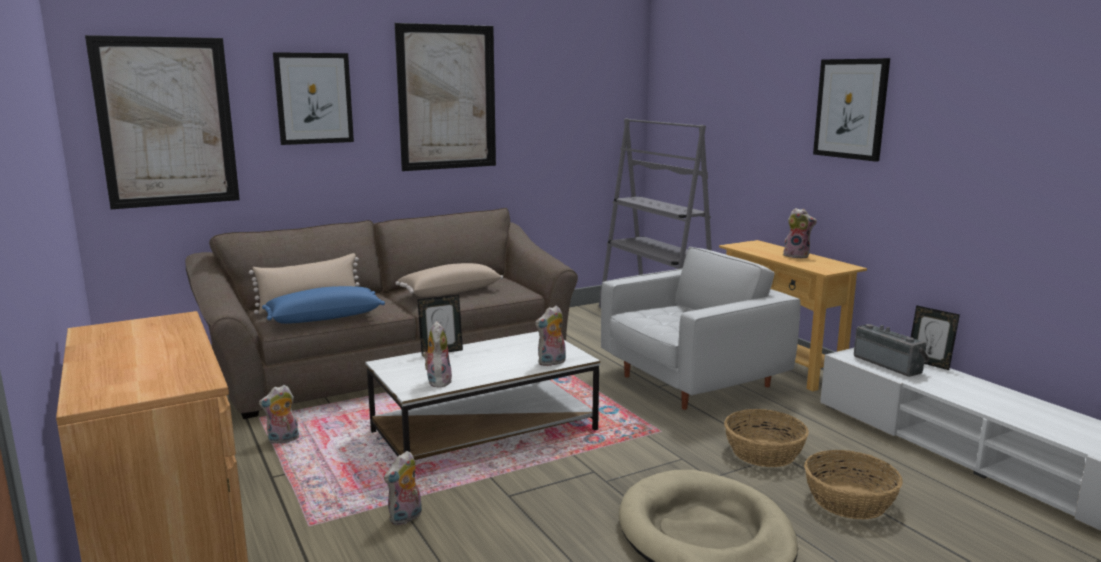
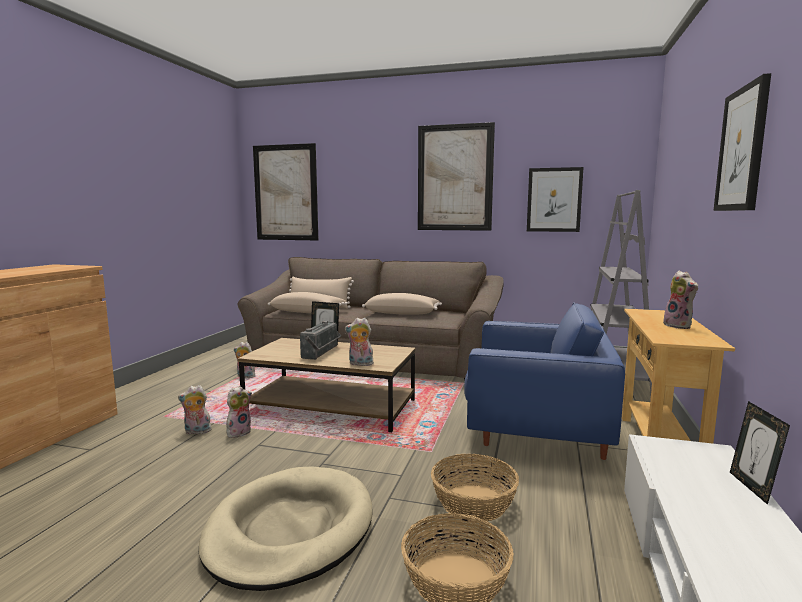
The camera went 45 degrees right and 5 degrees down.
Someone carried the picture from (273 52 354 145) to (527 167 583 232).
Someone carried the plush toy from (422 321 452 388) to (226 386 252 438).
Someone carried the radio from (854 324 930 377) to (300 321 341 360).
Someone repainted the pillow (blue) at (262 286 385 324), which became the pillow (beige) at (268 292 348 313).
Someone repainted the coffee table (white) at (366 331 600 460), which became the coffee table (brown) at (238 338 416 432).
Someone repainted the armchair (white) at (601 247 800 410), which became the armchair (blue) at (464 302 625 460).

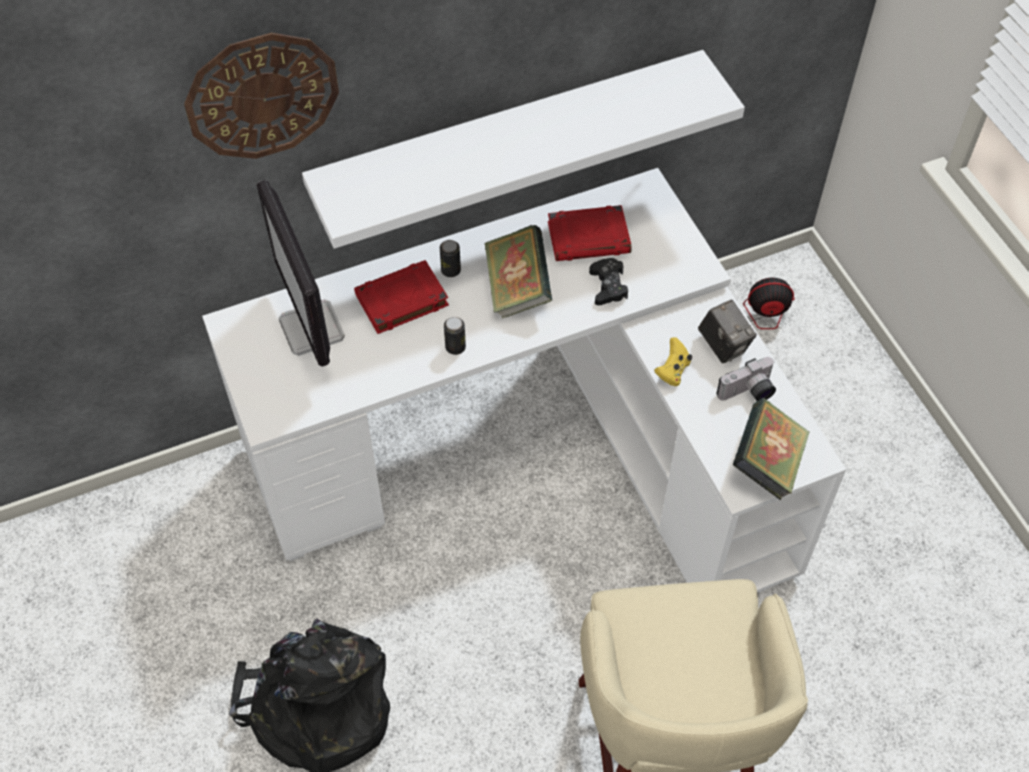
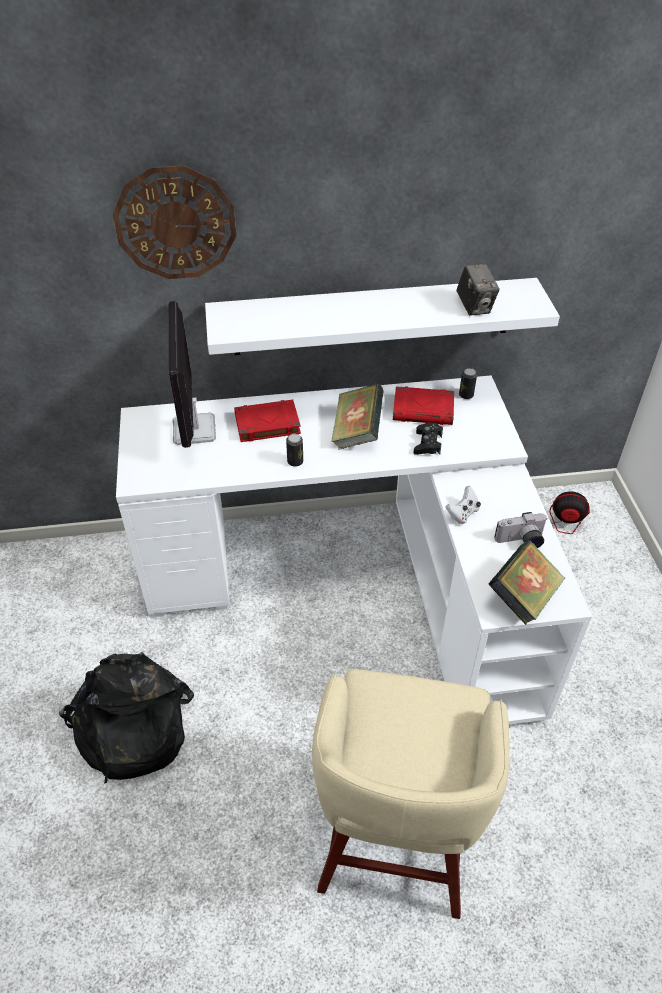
The camera went 15 degrees right and 10 degrees down.
Someone carried the can from (440 240 461 277) to (459 368 477 399).
Someone carried the photo camera from (698 299 757 363) to (456 264 500 316).
Someone repainted the game controller (yellow) at (654 337 692 386), which became the game controller (white) at (446 486 481 524).

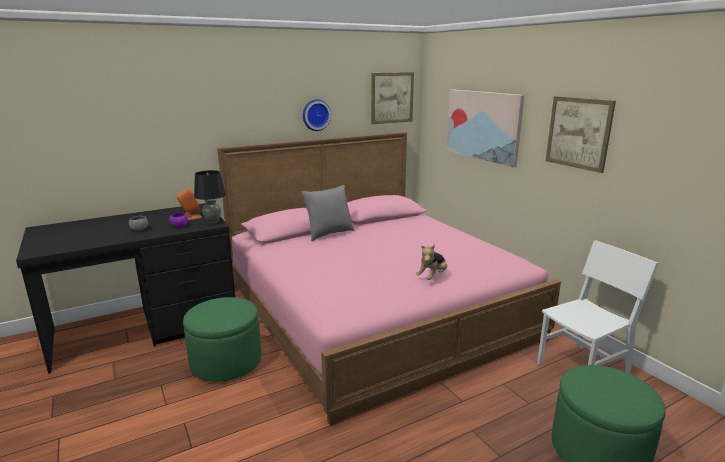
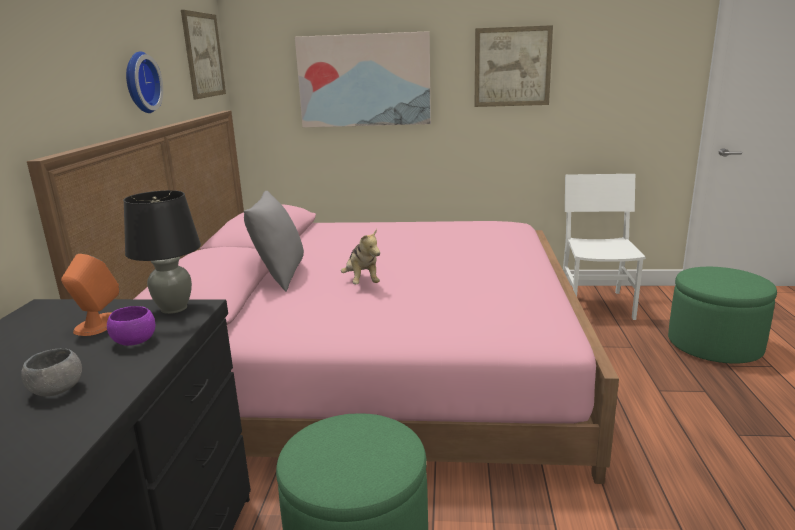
The camera went 55 degrees left and 0 degrees up.
Someone carried the plush toy from (416 245 447 280) to (341 229 380 284).

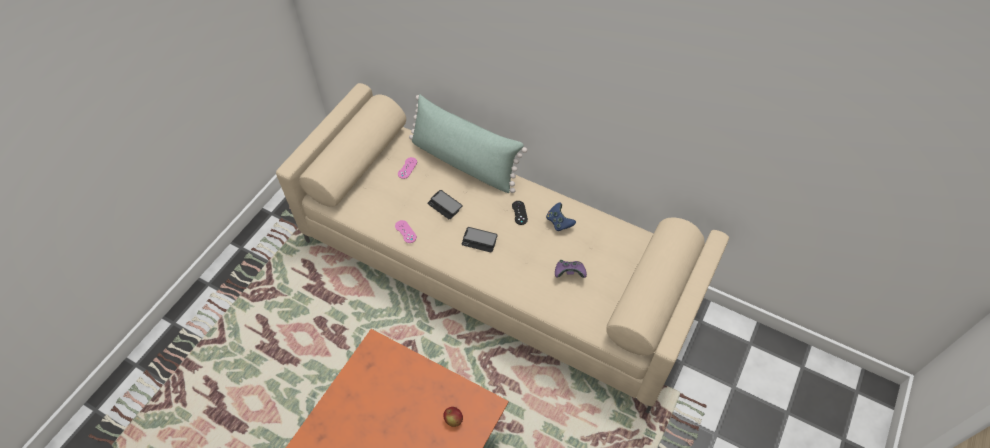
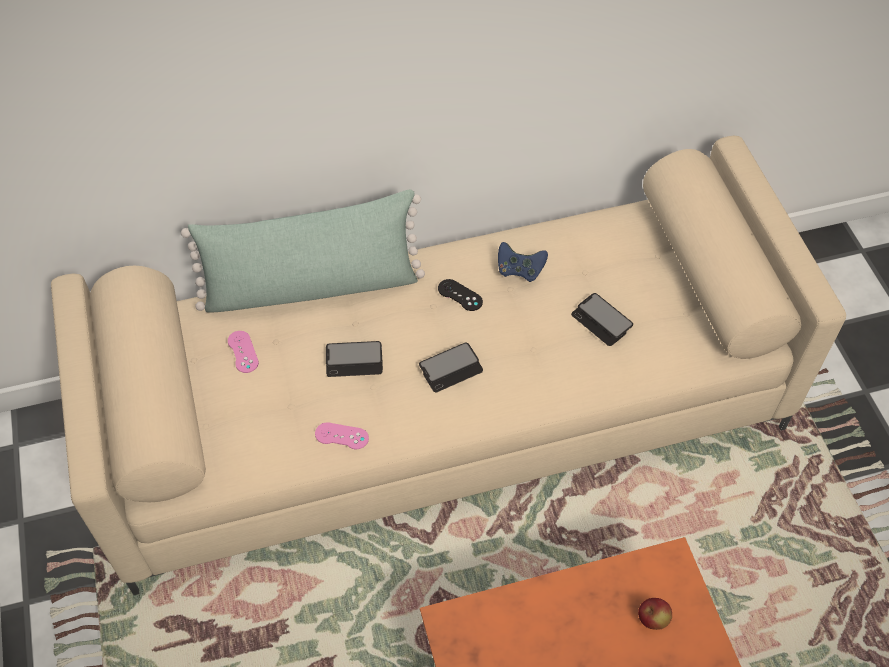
The camera went 45 degrees left and 0 degrees up.
Someone swapped the game controller (purple) at (555 260 587 278) for the phone at (571 293 633 346).

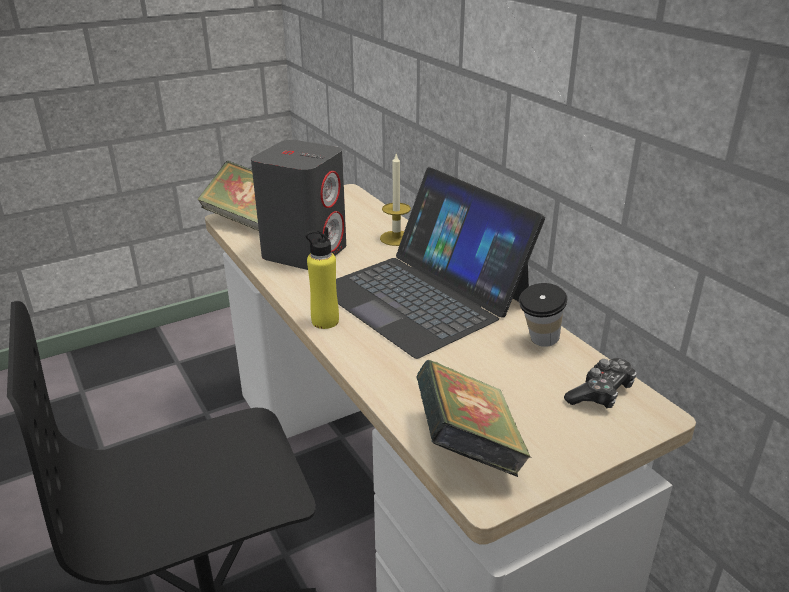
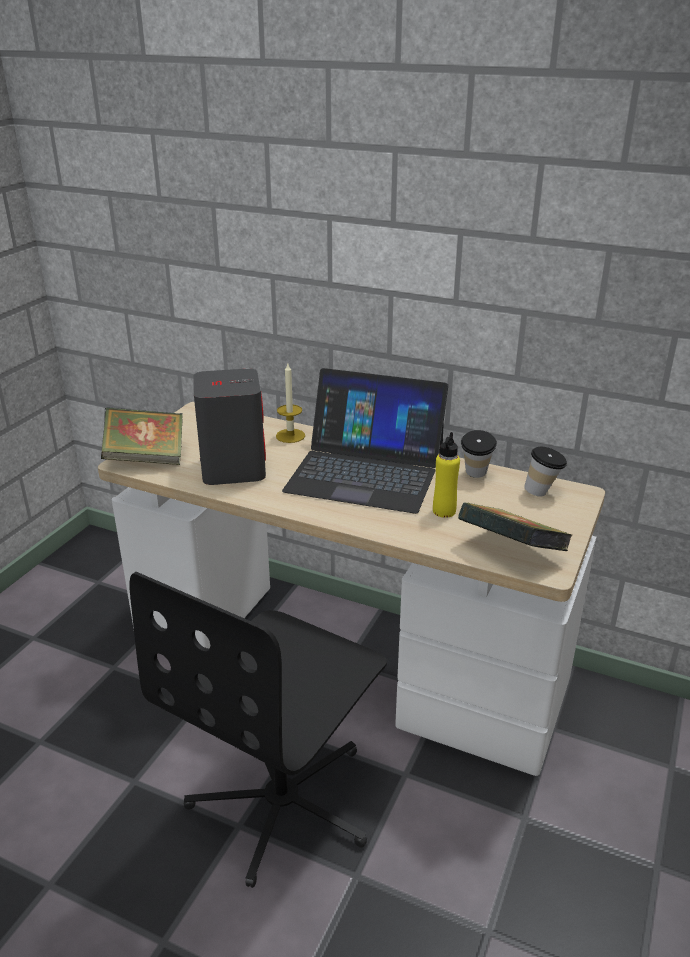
The camera went 35 degrees left and 0 degrees up.
Someone carried the bottle (yellow) from (305 227 339 329) to (433 432 460 518).
Someone swapped the game controller at (564 358 637 408) for the cup at (524 447 567 496).

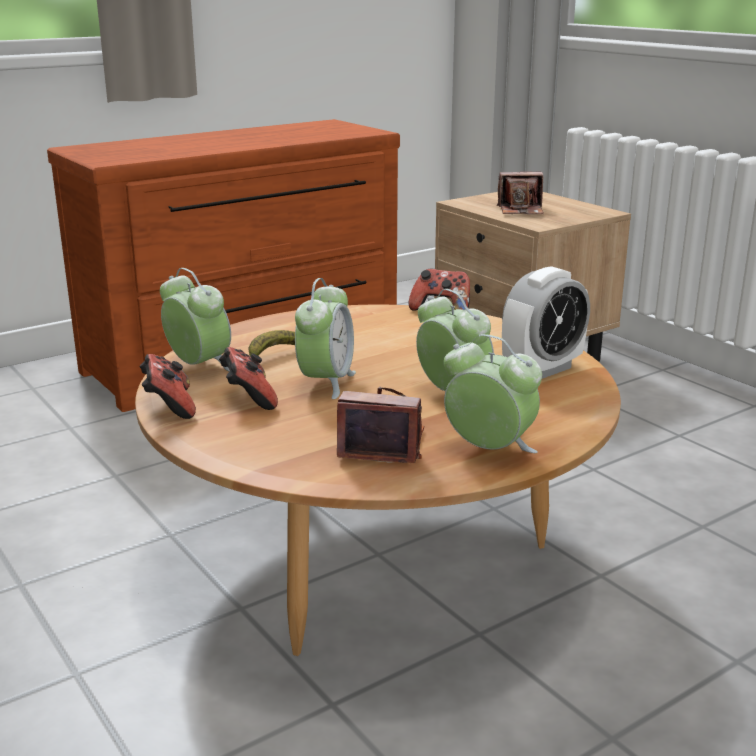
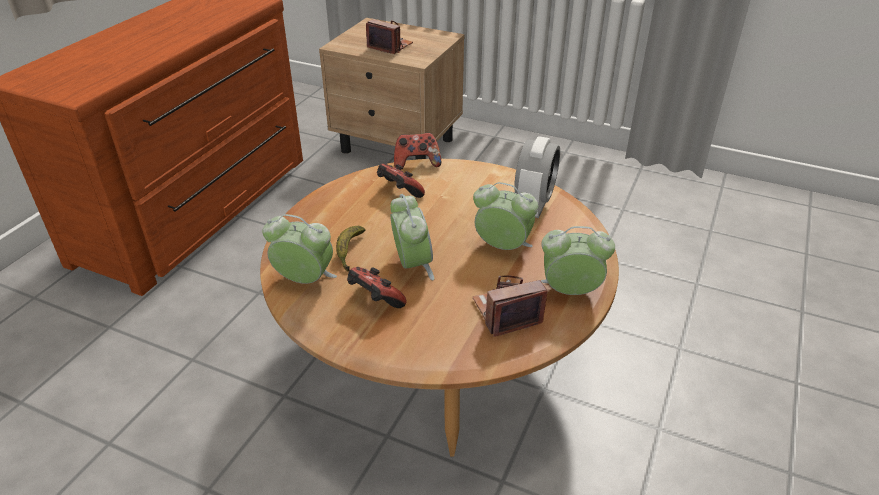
The camera went 30 degrees left and 15 degrees up.
Someone carried the game controller from (140 354 196 419) to (377 163 425 198).
Someone rotated the photo camera at (496 172 544 214) by 120 degrees counterclockwise.

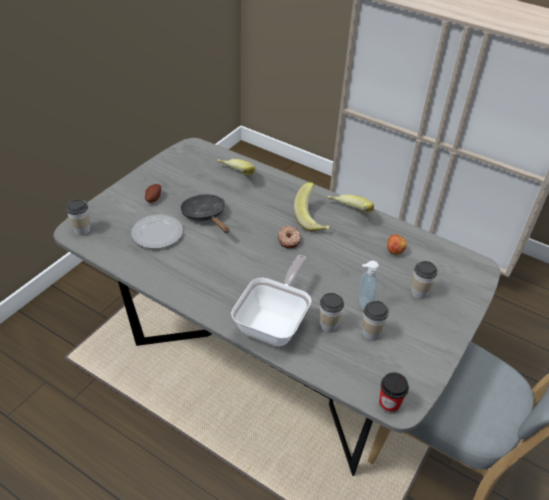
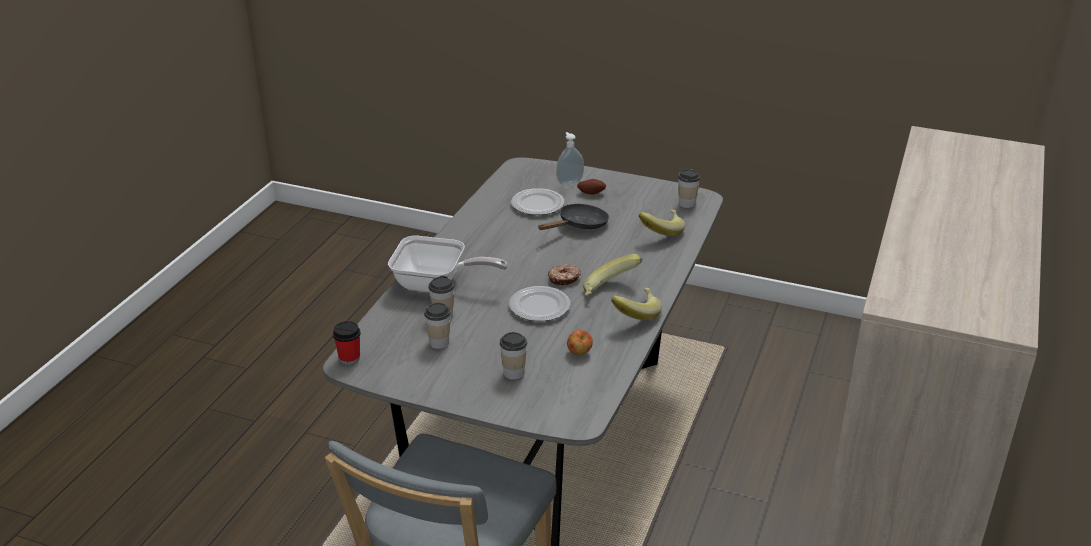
The camera went 80 degrees right and 10 degrees down.
Someone put down the plate at (509 286 570 321).
Someone carried the cup from (66 199 90 236) to (678 169 700 208).
Someone carried the soap dispenser from (359 261 379 311) to (556 132 584 186).

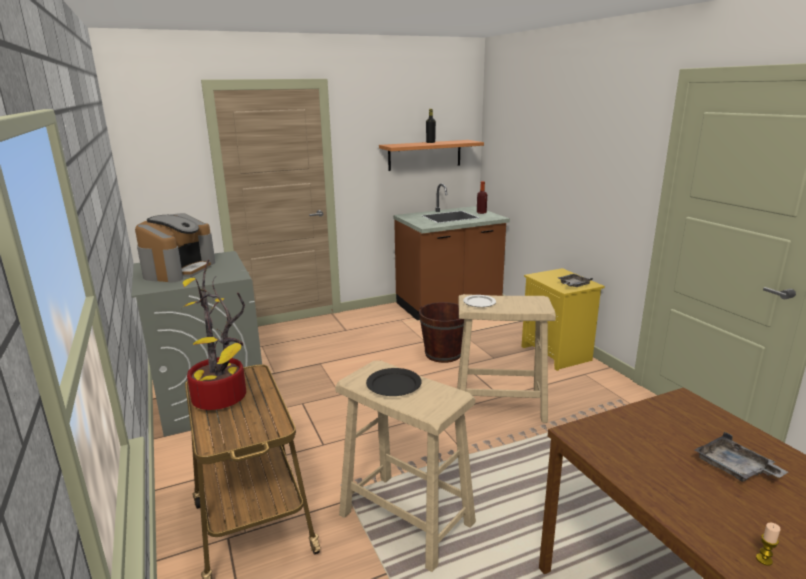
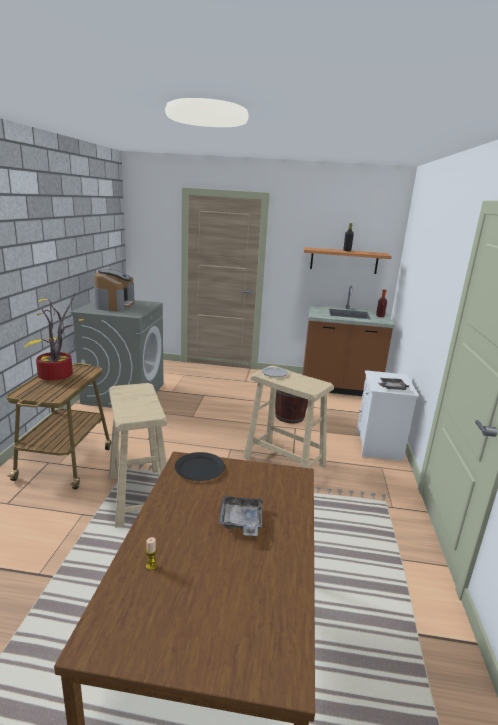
The camera went 30 degrees right and 0 degrees up.
Someone carried the plate (black) from (366 368 422 396) to (175 452 225 481).
Someone repainted the nightstand (yellow) at (522 268 605 371), which became the nightstand (white) at (357 370 419 461).
Someone rotated the coffee machine at (135 213 215 283) by 45 degrees counterclockwise.

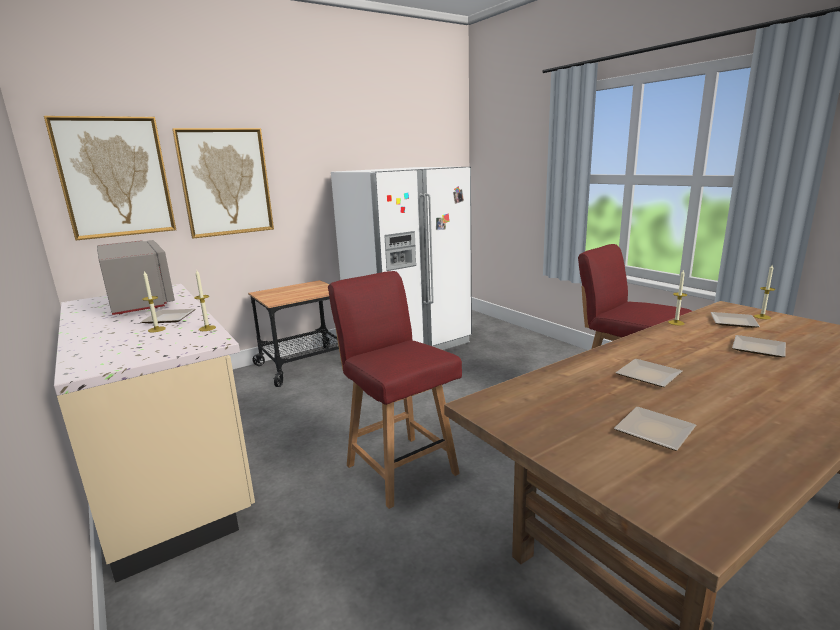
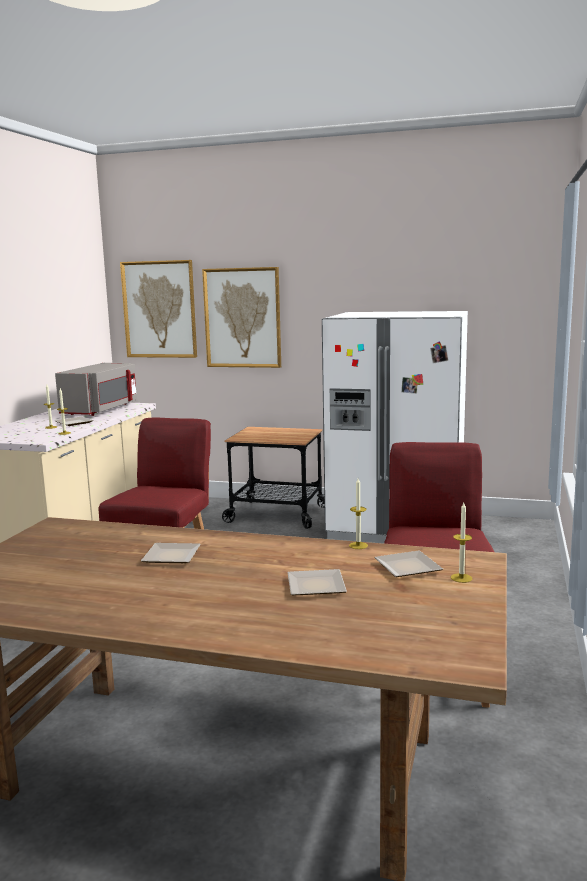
The camera went 50 degrees right and 5 degrees down.
Someone took away the plate at (614 407 696 451).

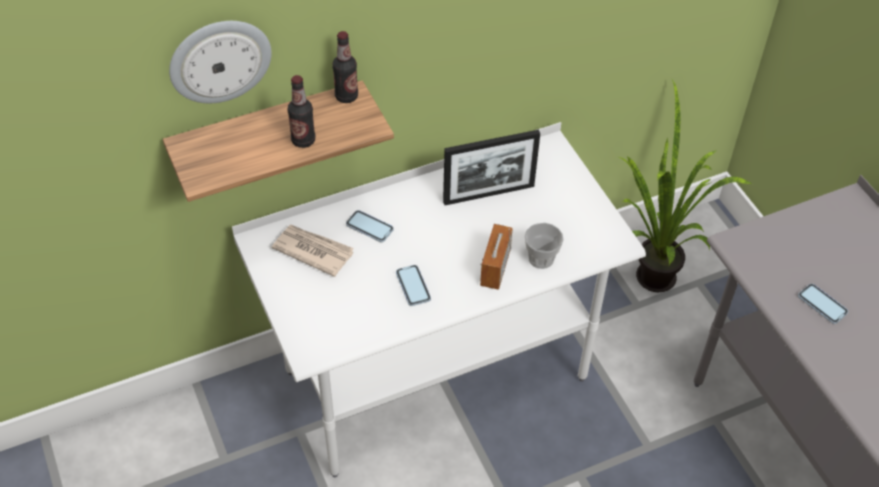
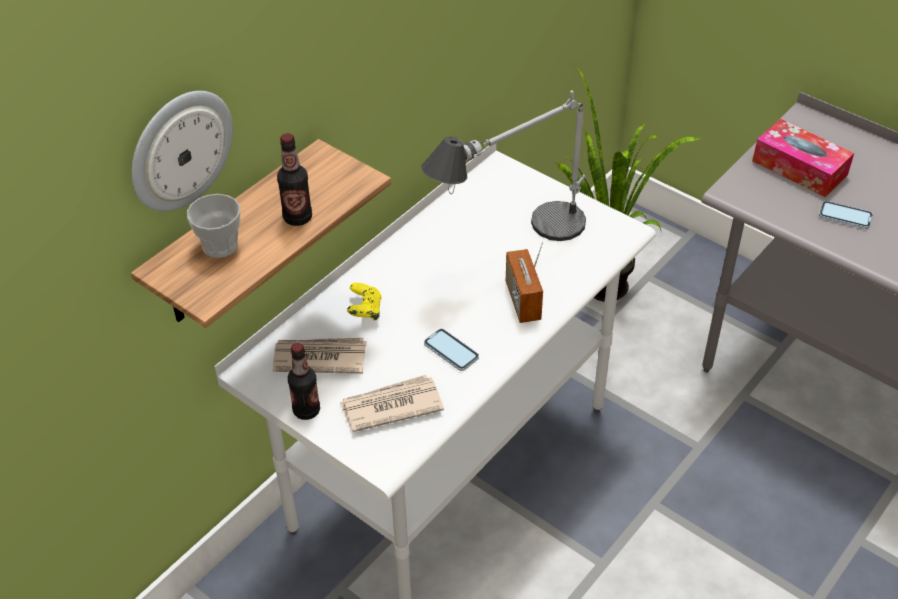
The camera went 25 degrees left and 5 degrees down.
Someone took away the picture frame at (443 130 540 205).
Someone put down the newspaper at (340 375 444 432).
Someone put down the table lamp at (421 91 586 241).
Someone put down the tissue box at (752 119 854 197).
Someone carried the bottle from (332 31 358 103) to (288 343 320 420).
Someone carried the cup from (525 223 564 269) to (187 194 240 258).
Someone swapped the phone at (346 210 394 242) for the game controller (yellow) at (347 283 382 321).

